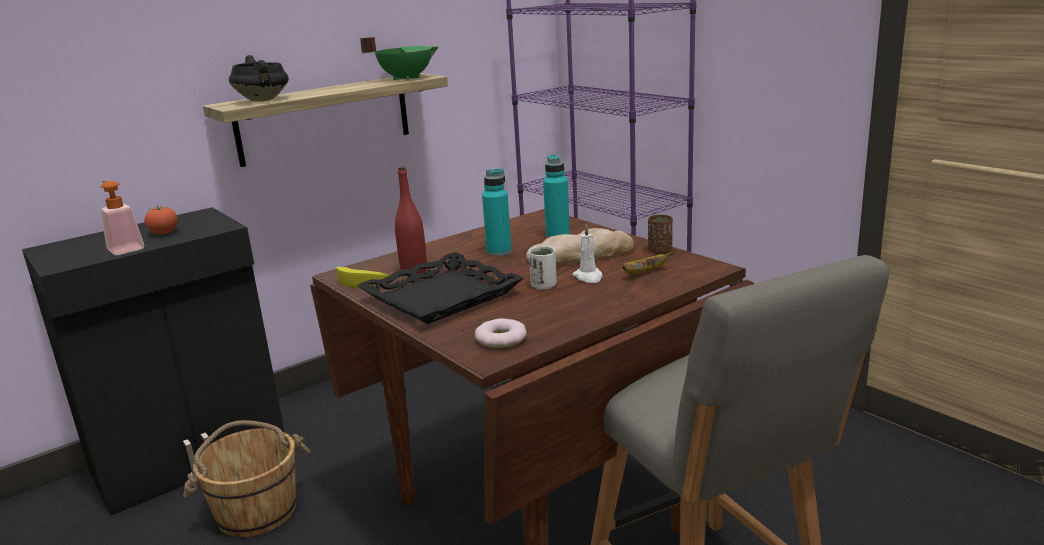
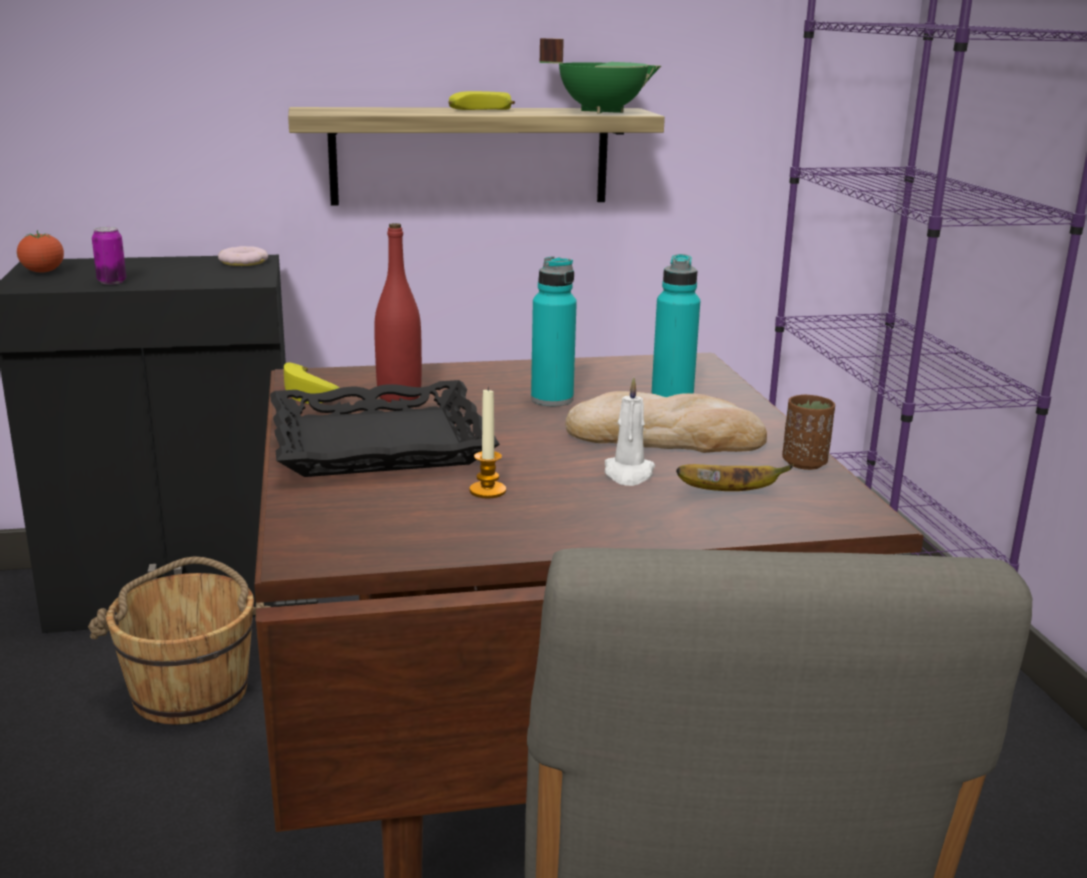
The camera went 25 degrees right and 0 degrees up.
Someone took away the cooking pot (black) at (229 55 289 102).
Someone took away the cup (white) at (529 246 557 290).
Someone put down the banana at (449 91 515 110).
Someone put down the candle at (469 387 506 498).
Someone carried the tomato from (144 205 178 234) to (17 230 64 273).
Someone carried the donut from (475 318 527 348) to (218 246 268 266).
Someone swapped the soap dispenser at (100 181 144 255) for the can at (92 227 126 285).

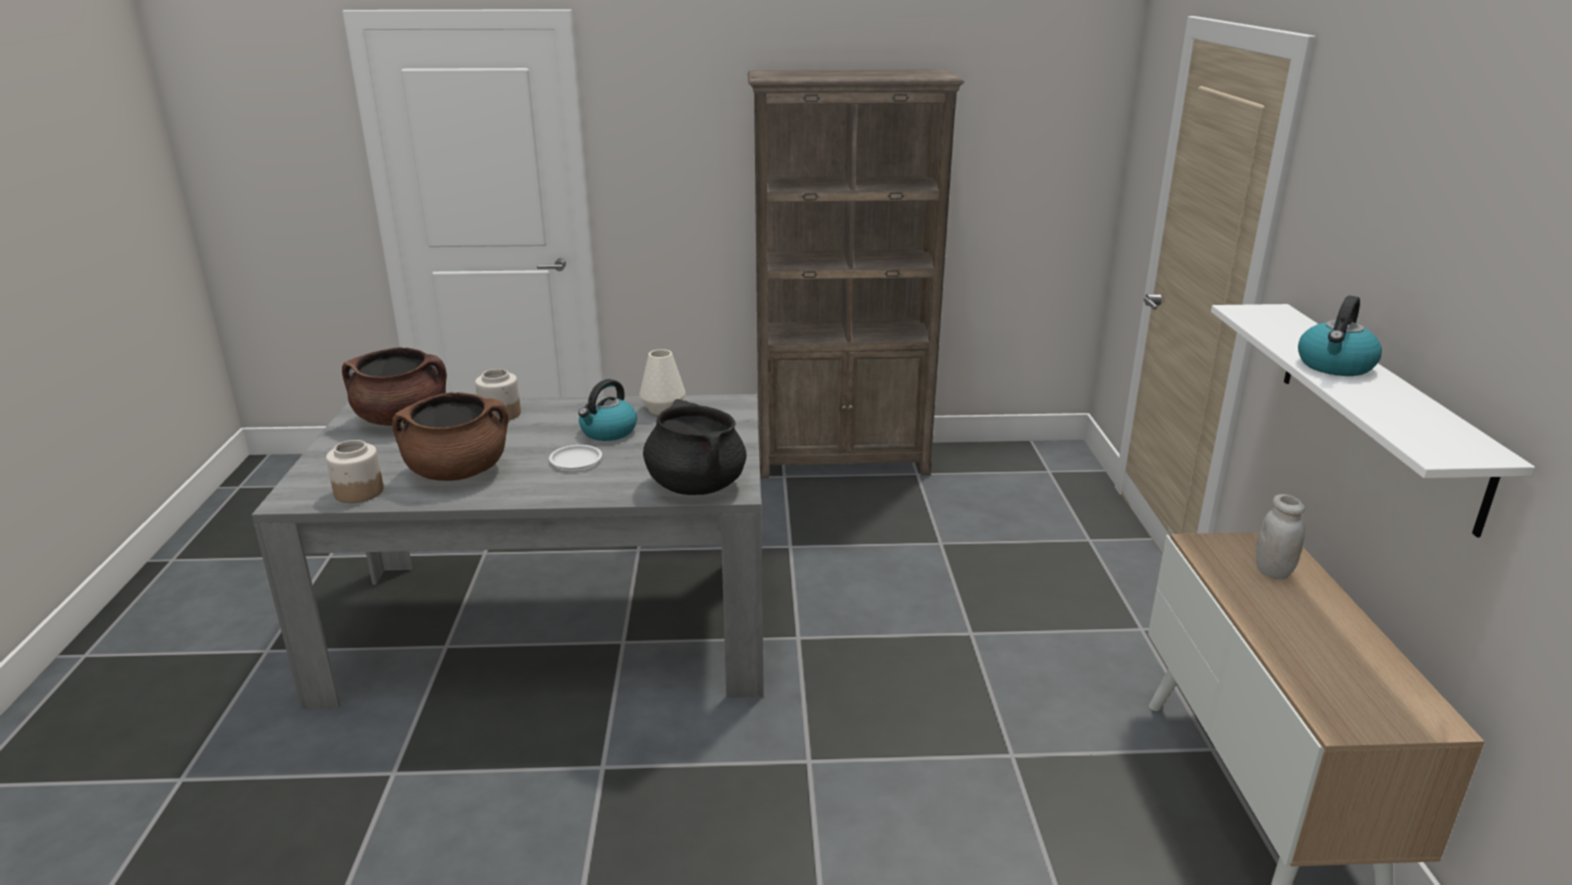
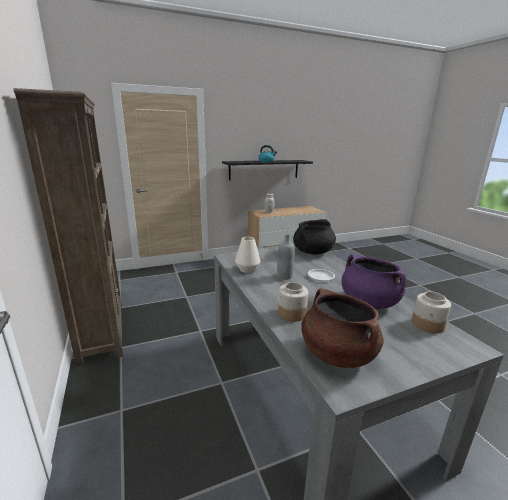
The camera went 110 degrees left and 5 degrees down.
Someone swapped the kettle at (578 379 637 441) for the bottle (grey) at (277 234 295 280).
Someone repainted the cooking pot (brown) at (392 392 509 481), which became the cooking pot (purple) at (341 254 406 309).
Someone repainted the shelf (white) at (1211 304 1535 537), which became the shelf (black) at (222 160 313 180).

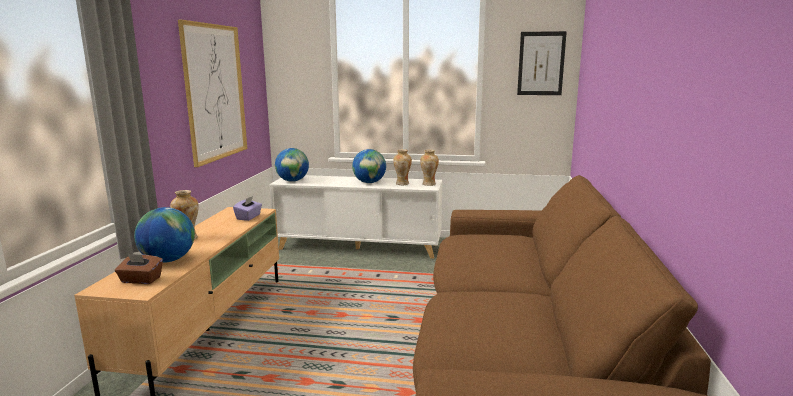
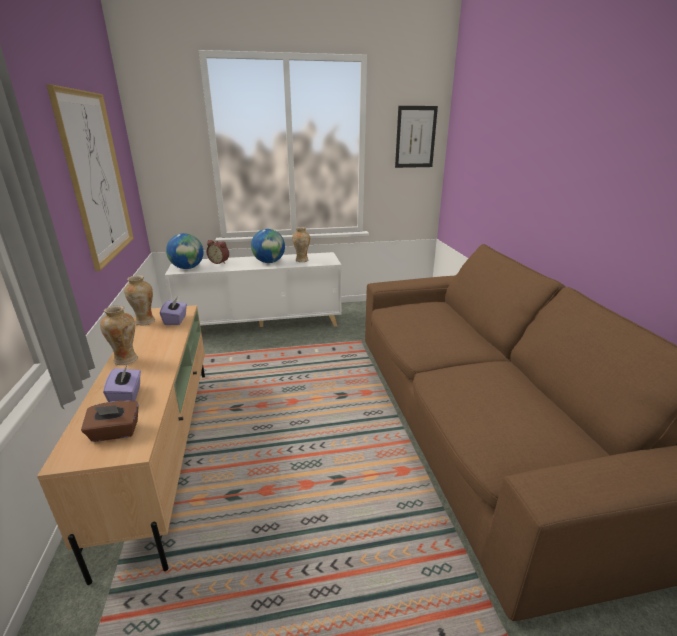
The camera went 20 degrees left and 10 degrees up.
Someone put down the alarm clock at (207 240 229 264).
Someone carried the vase from (420 150 439 186) to (124 275 155 326).
Someone swapped the globe at (134 207 195 263) for the tissue box (purple) at (103 365 141 402).

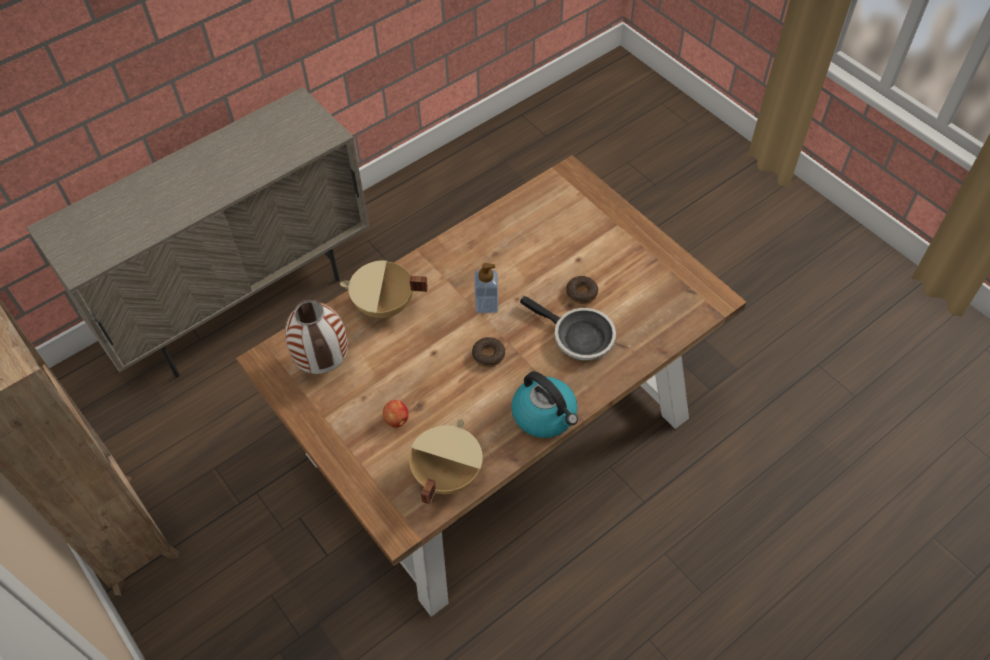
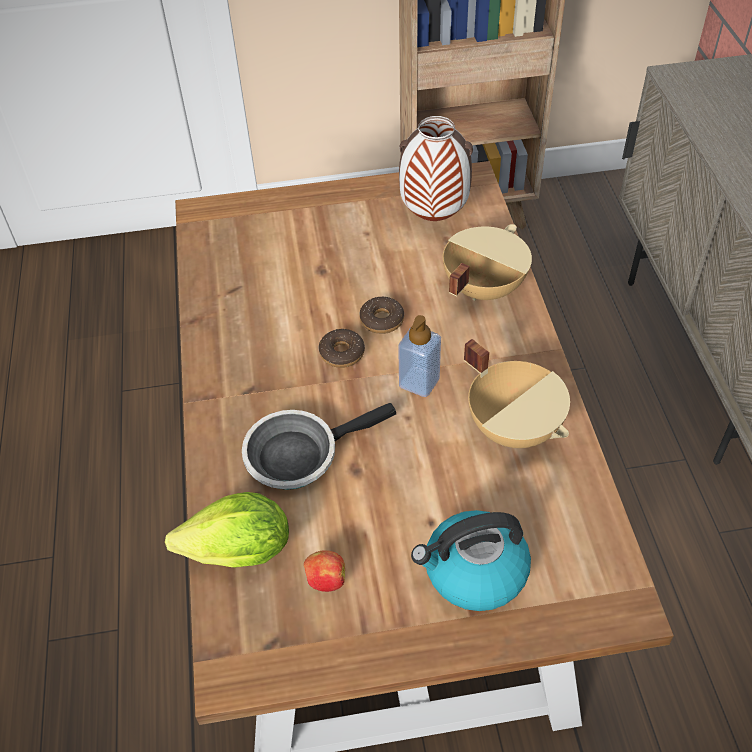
The camera went 120 degrees right and 5 degrees down.
Someone put down the lettuce at (165 492 289 568).
Someone carried the apple from (383 400 409 428) to (304 550 345 592).
Someone carried the cooking pot (beige) from (409 419 483 505) to (464 339 570 448).
Someone carried the kettle from (511 371 578 438) to (411 510 531 611).
Someone carried the donut from (566 276 598 304) to (360 297 404 334).

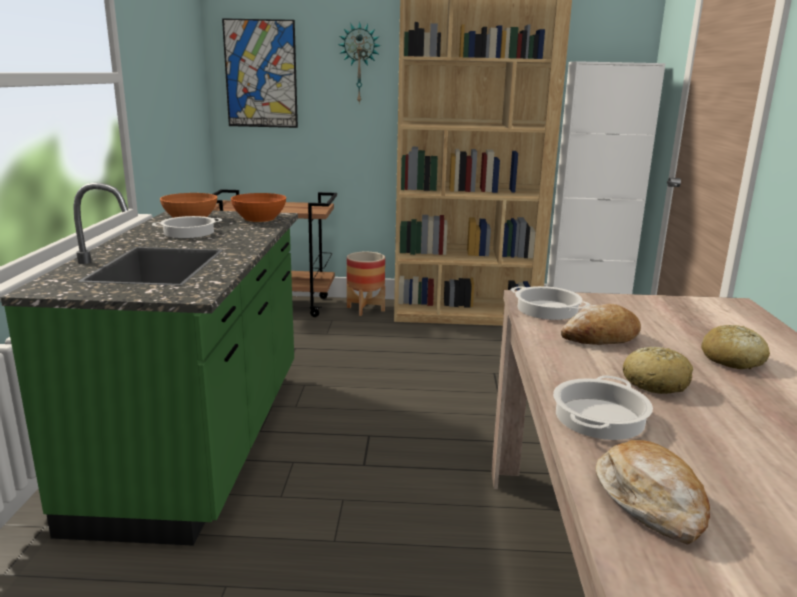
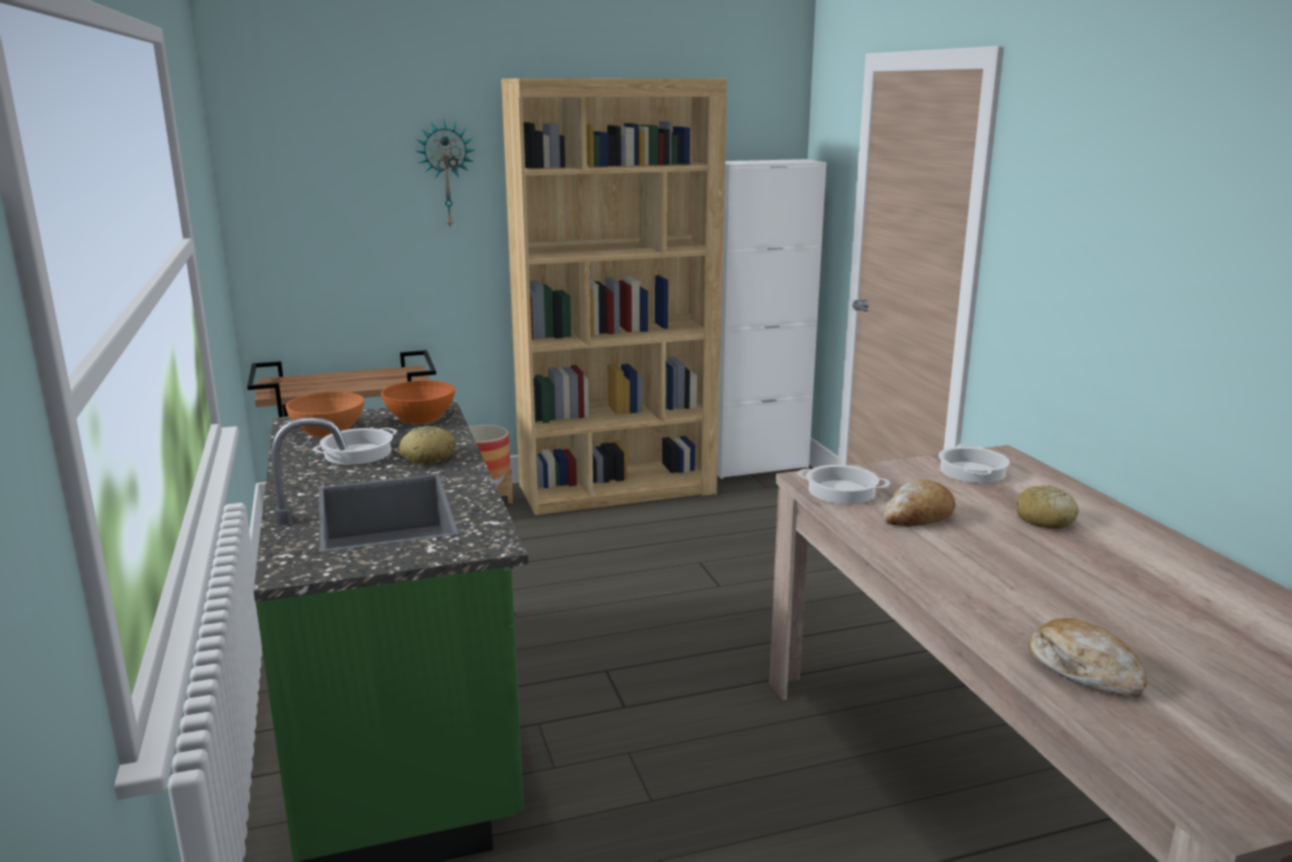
The camera went 20 degrees left and 0 degrees up.
Someone took away the picture at (222 18 298 128).
Someone carried the cooking pot from (553 375 653 440) to (938 444 1010 483).
Someone carried the bread from (623 347 693 394) to (398 426 456 464).

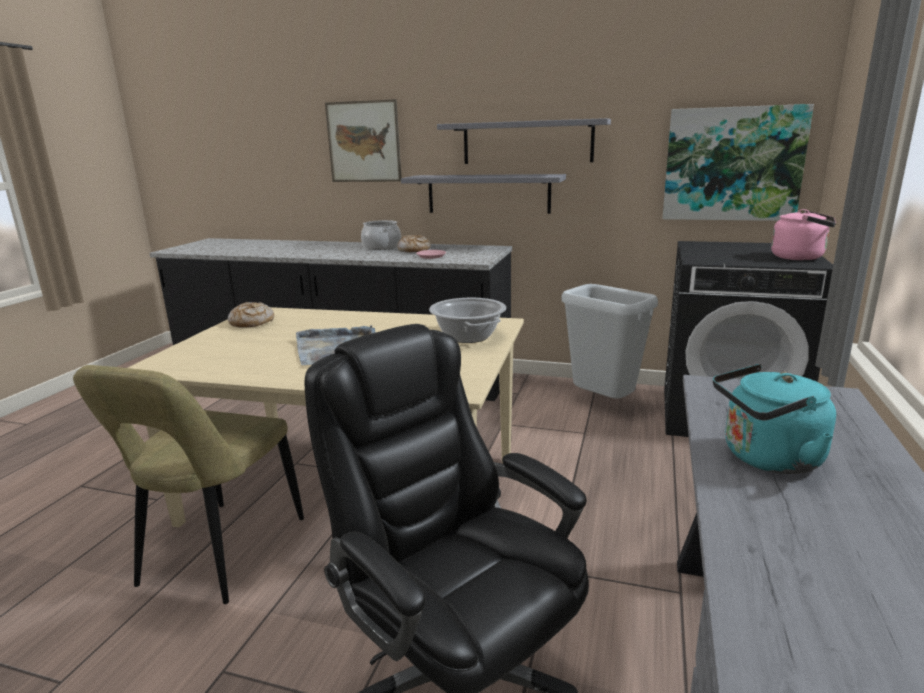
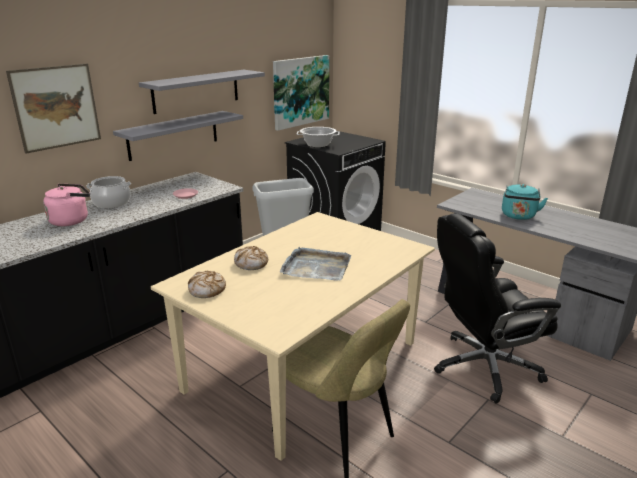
The camera went 65 degrees left and 5 degrees up.
Someone carried the bread from (397 235 430 252) to (234 246 268 270).
Someone carried the cooking pot from (429 298 506 343) to (297 127 339 148).
Someone carried the kettle (pink) from (771 209 836 260) to (43 184 90 226).

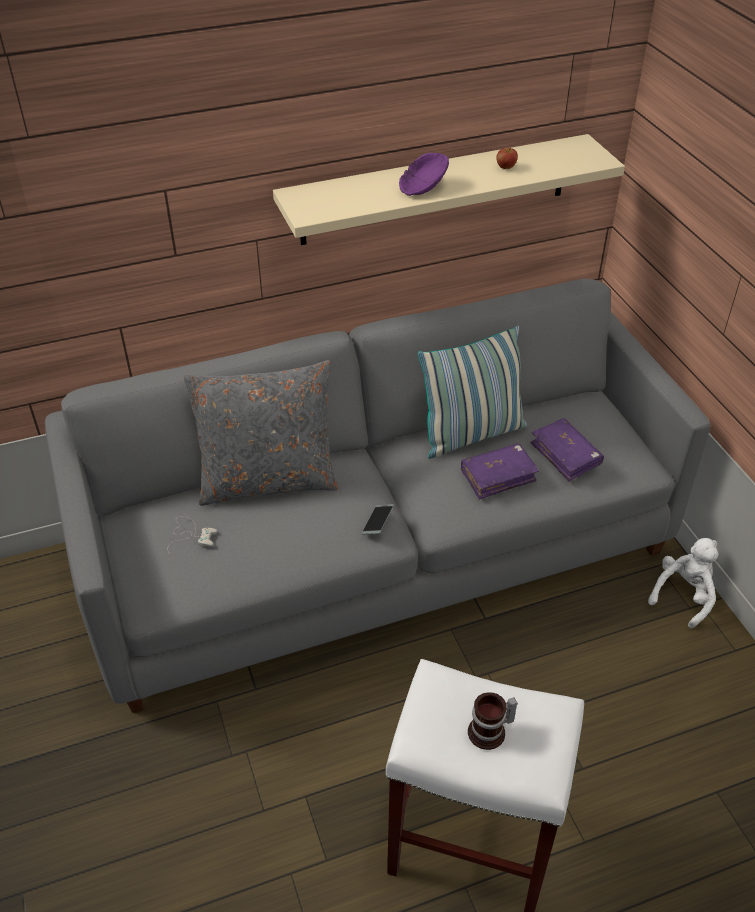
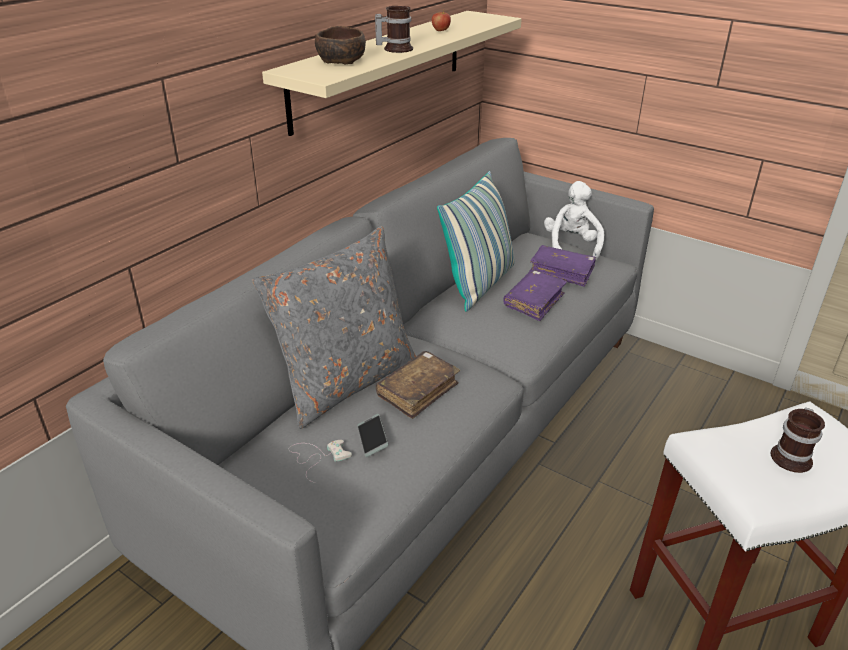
The camera went 35 degrees left and 10 degrees down.
Someone put down the bowl (brown) at (315 26 366 65).
Someone put down the book (brown) at (376 351 460 419).
Someone carried the phone from (362 504 394 535) to (357 414 388 457).
Someone carried the plush toy (white) from (648 538 718 628) to (544 181 604 260).
Someone swapped the bowl (purple) at (399 153 449 196) for the mug at (375 6 413 53).

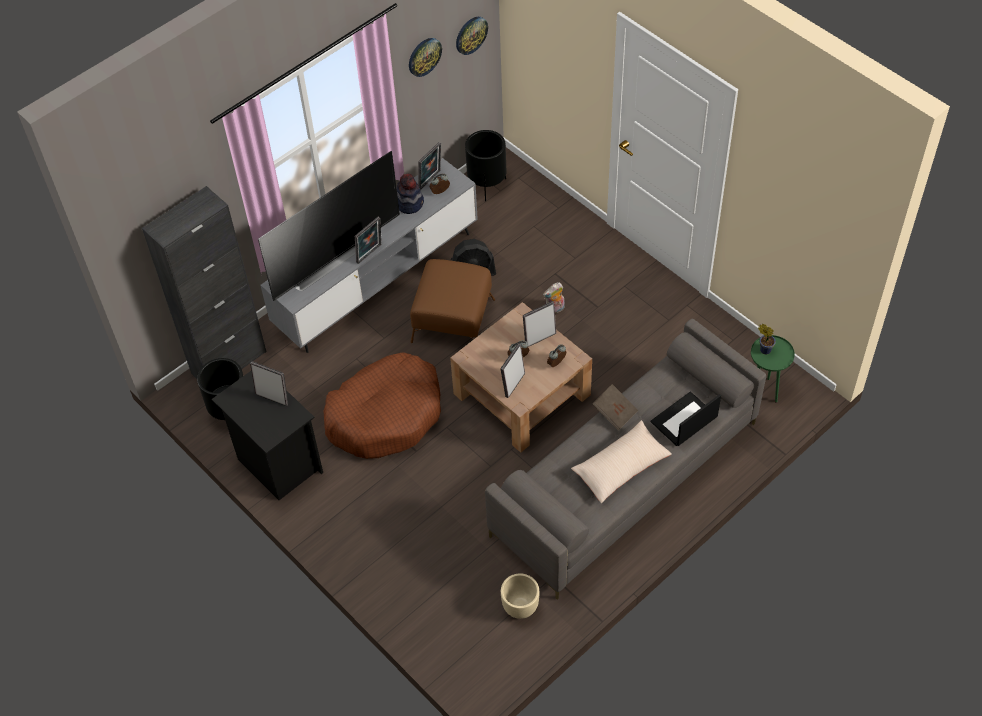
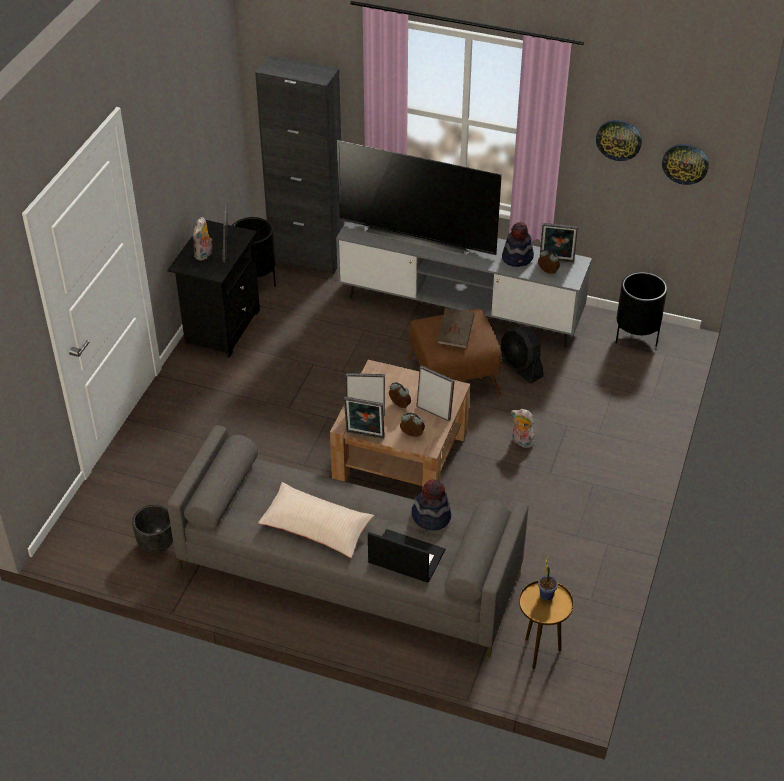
The camera went 60 degrees right and 10 degrees down.
Someone took away the dog bed (brown) at (324 352 441 459).
Someone put down the plush toy at (193 217 212 261).
Someone put down the hat at (412 480 451 530).
Someone carried the picture frame from (355 217 381 264) to (344 397 385 439).
Someone carried the book (brown) from (592 384 638 430) to (437 308 475 348).
Someone repainted the planter (beige) at (501 573 539 619), which became the planter (black) at (132 504 173 553).
Someone repainted the side table (green) at (751 335 795 403), which became the side table (brown) at (519 580 574 669).

